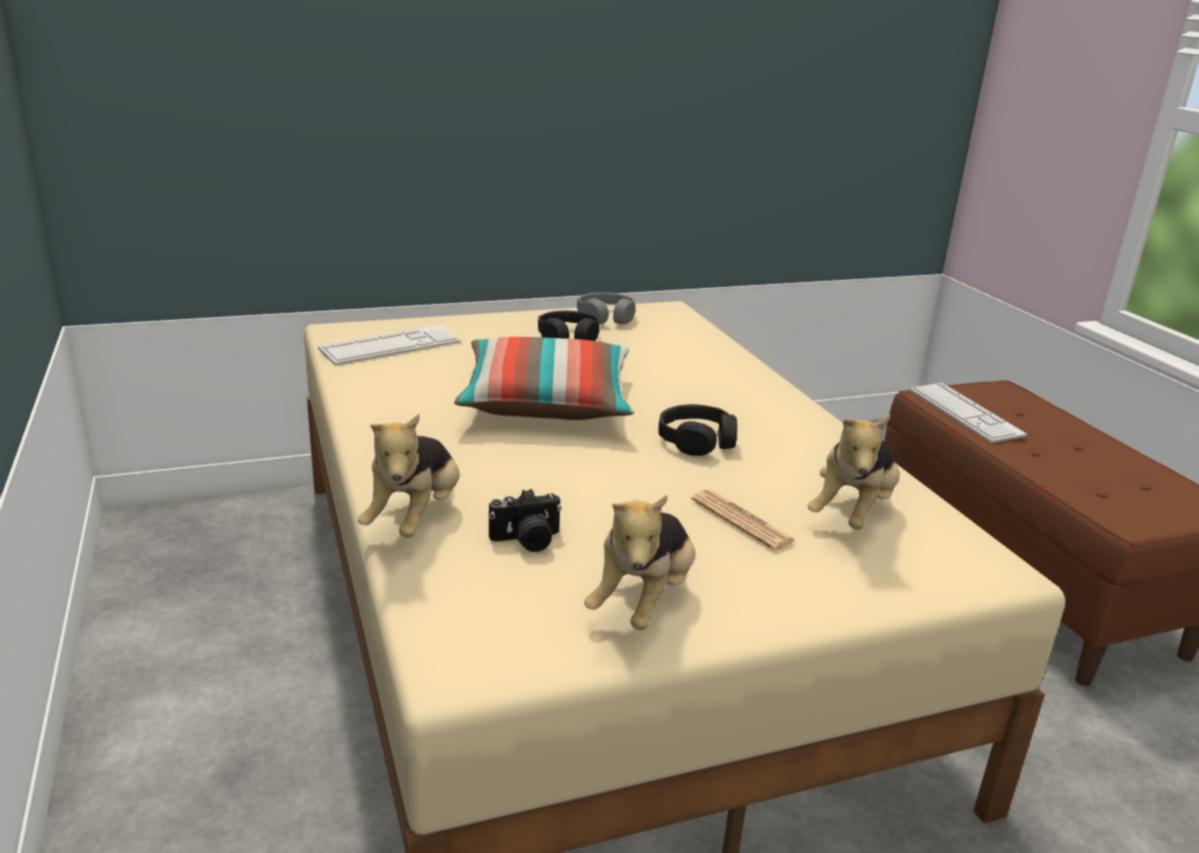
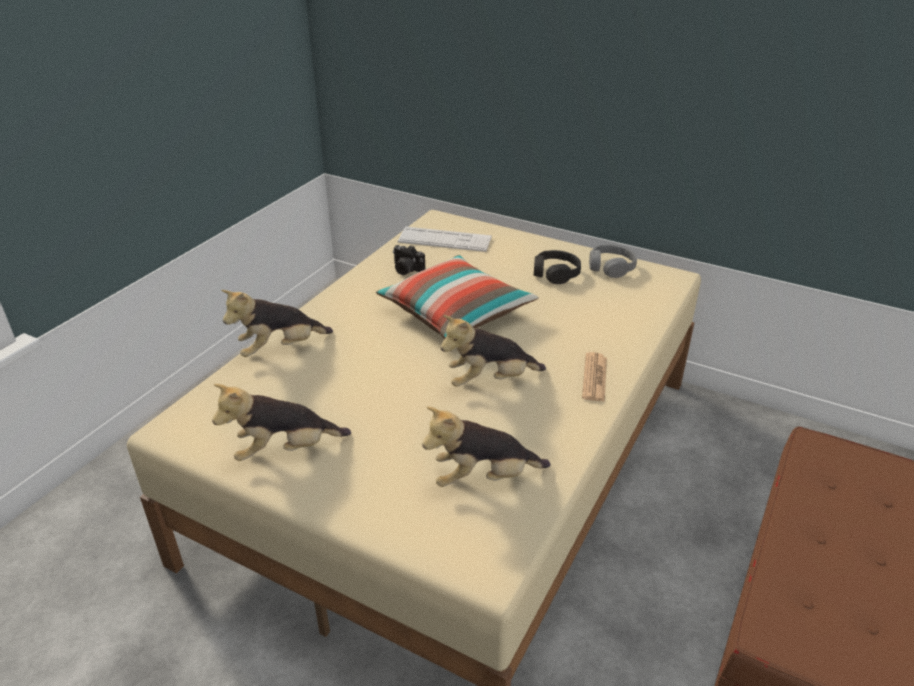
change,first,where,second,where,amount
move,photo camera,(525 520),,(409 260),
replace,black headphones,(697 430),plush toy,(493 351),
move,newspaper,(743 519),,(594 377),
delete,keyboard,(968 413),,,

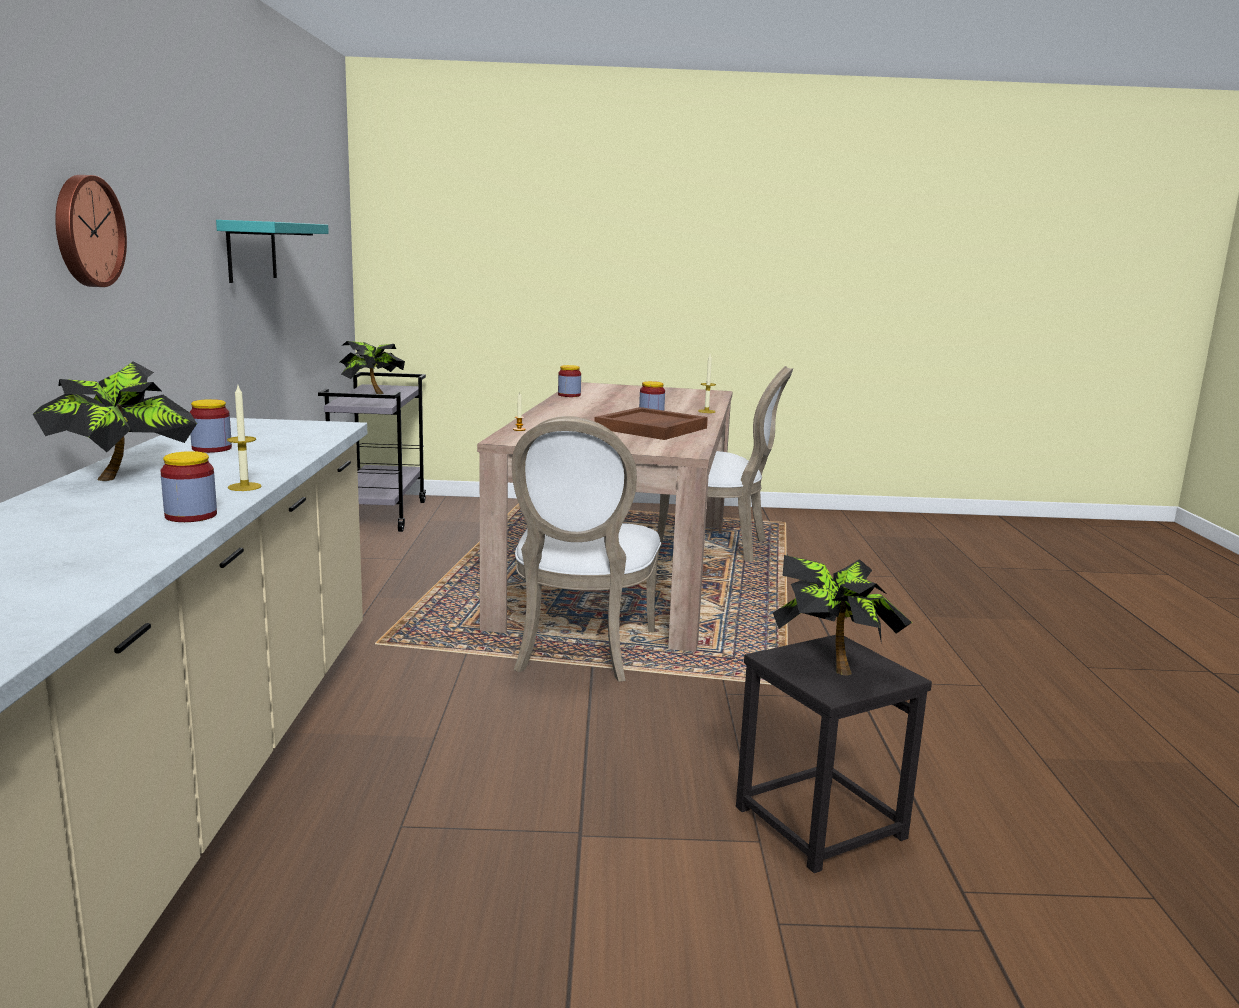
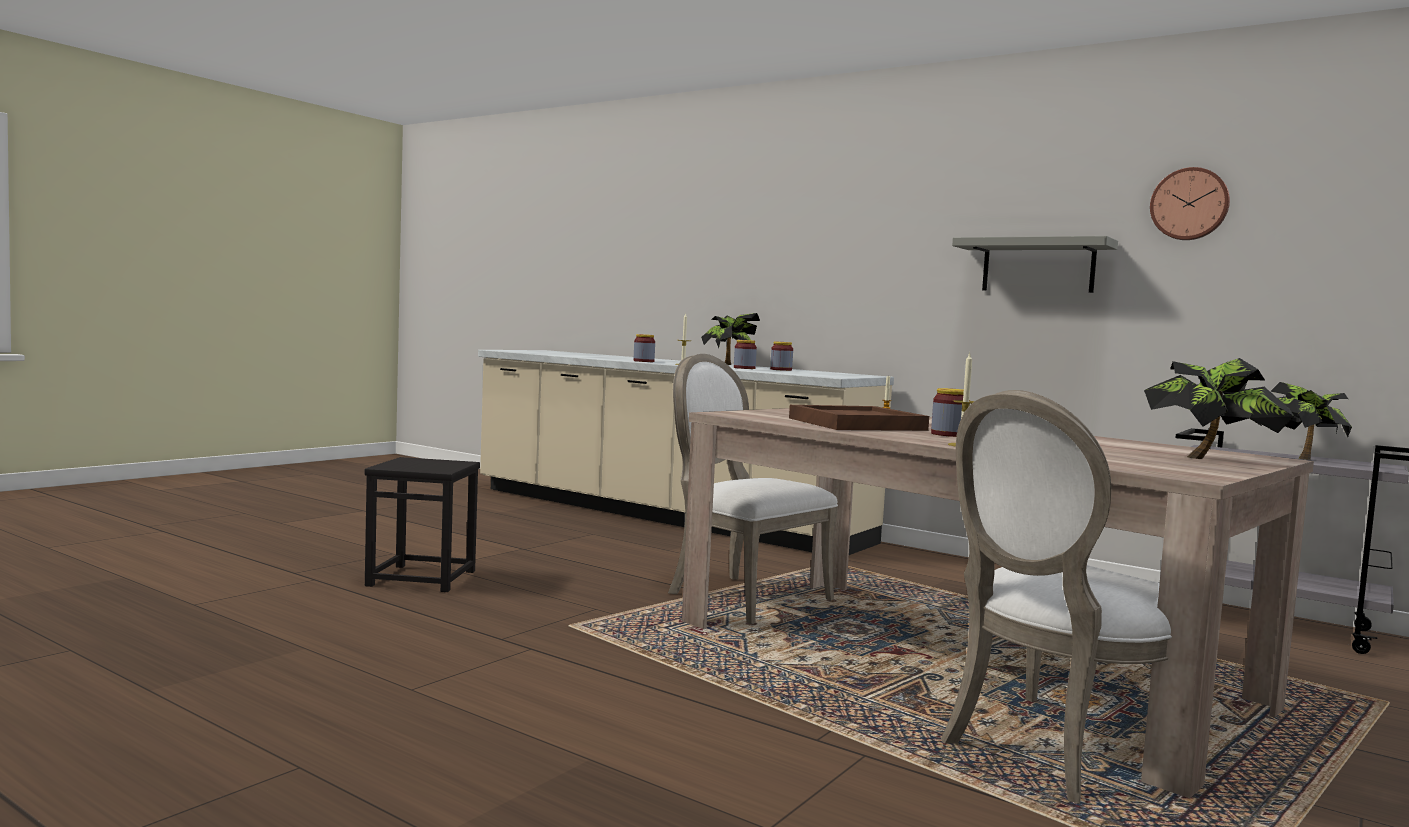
change,first,where,second,where,amount
move,wall clock,(91 231),,(1190 203),
recolor,turquoise shelf,(272 251),grey shelf,(1035 264),
move,jar,(569 381),,(745 354),
move,potted plant,(842 615),,(1219 408),

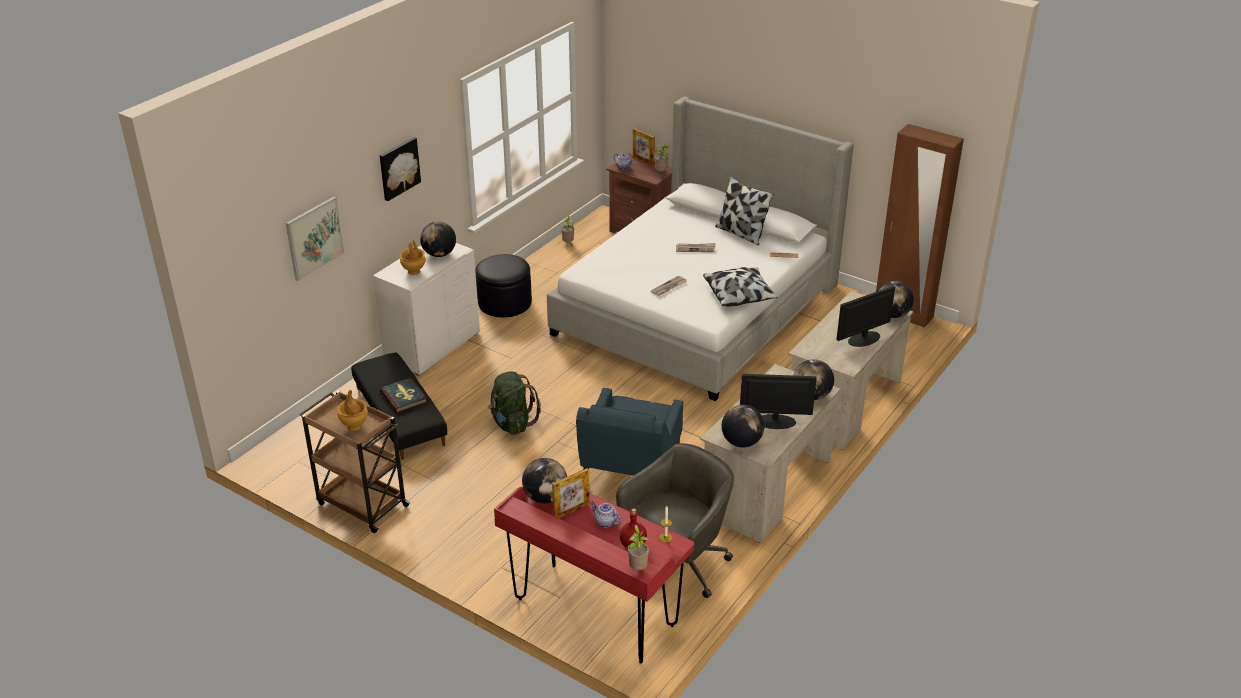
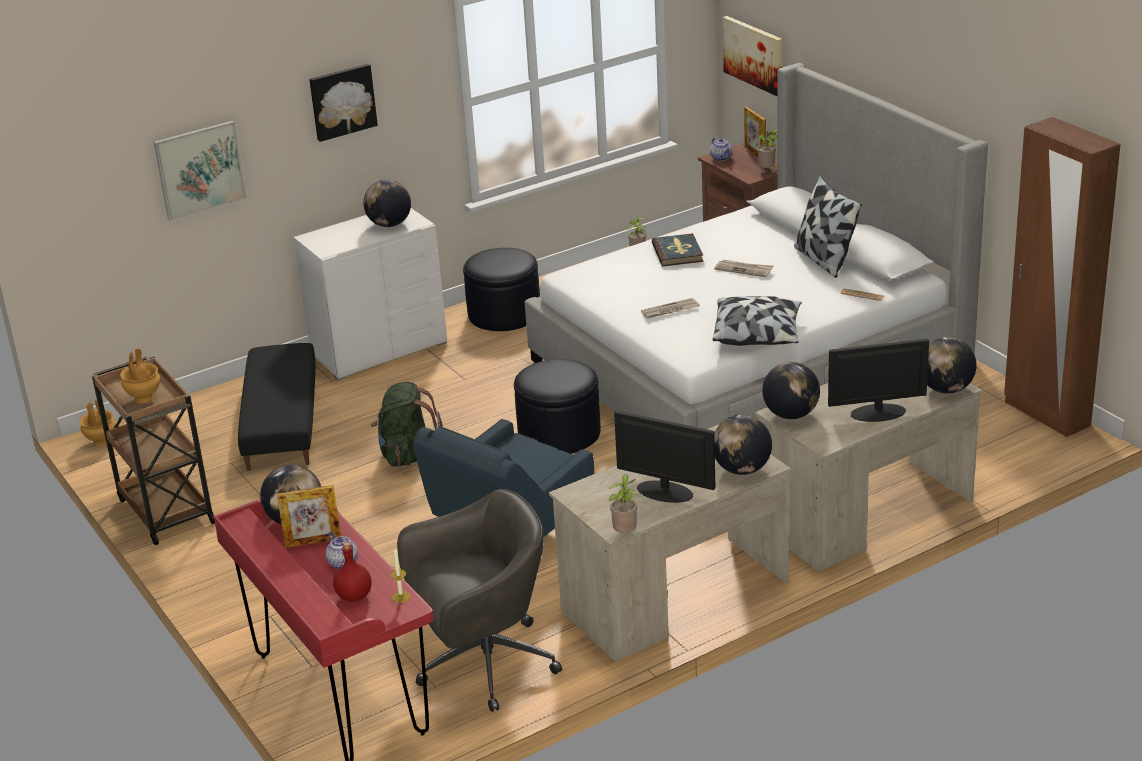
change,first,where,second,where,amount
move,book,(404 395),,(678 249),
move,brown vase,(413 257),,(97 423),
move,potted plant,(638 547),,(623 503),
move,globe,(743 426),,(791 390),
insert,,,black ottoman,(557 406),
insert,,,picture,(752 56),

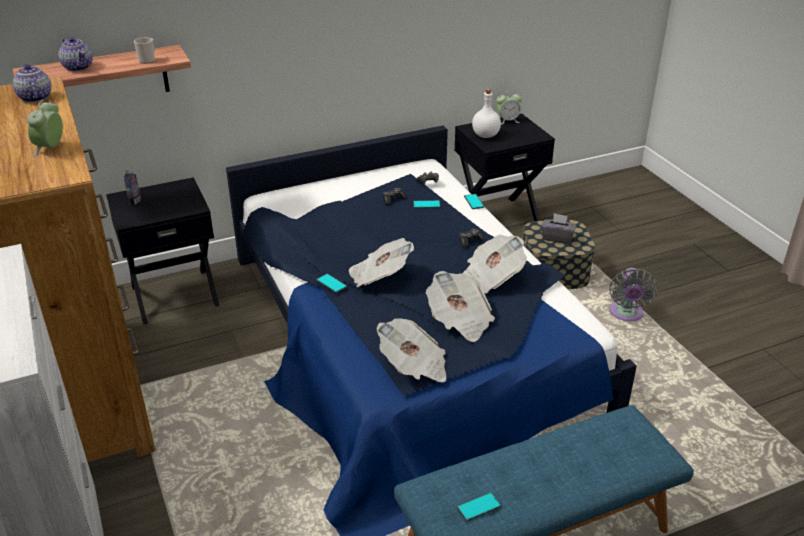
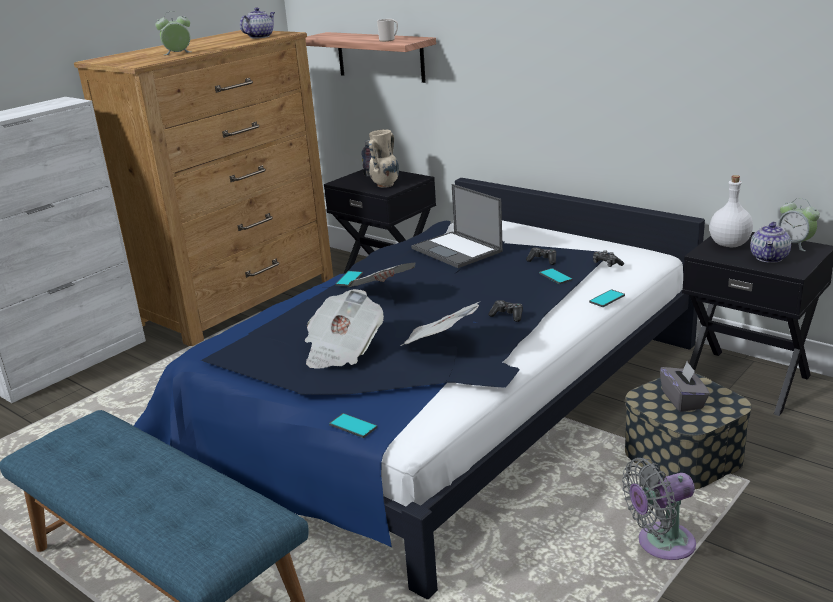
change,first,where,second,where,amount
move,teapot,(75 54),,(770 242),
delete,newspaper,(411 350),,,
move,phone,(478 507),,(353 425),
insert,,,beige vase,(384 159),
insert,,,laptop,(457 226),

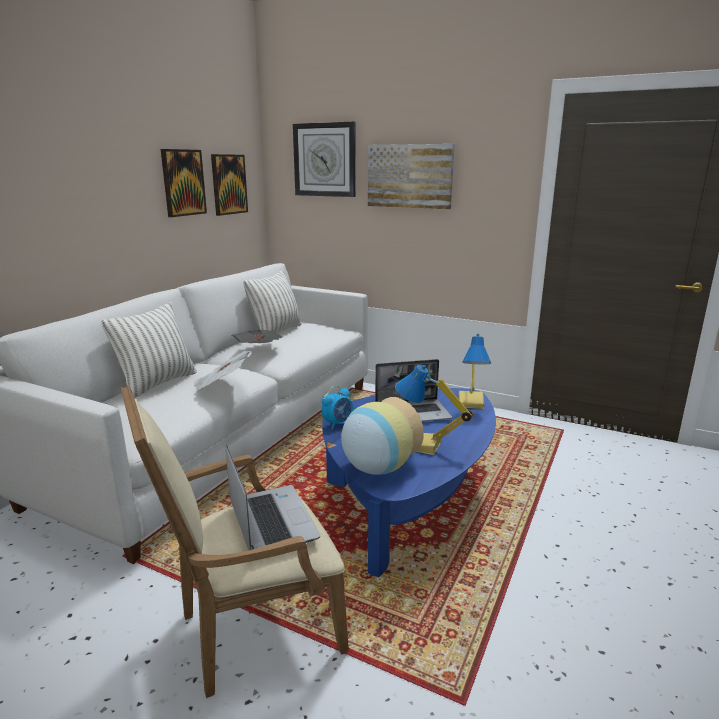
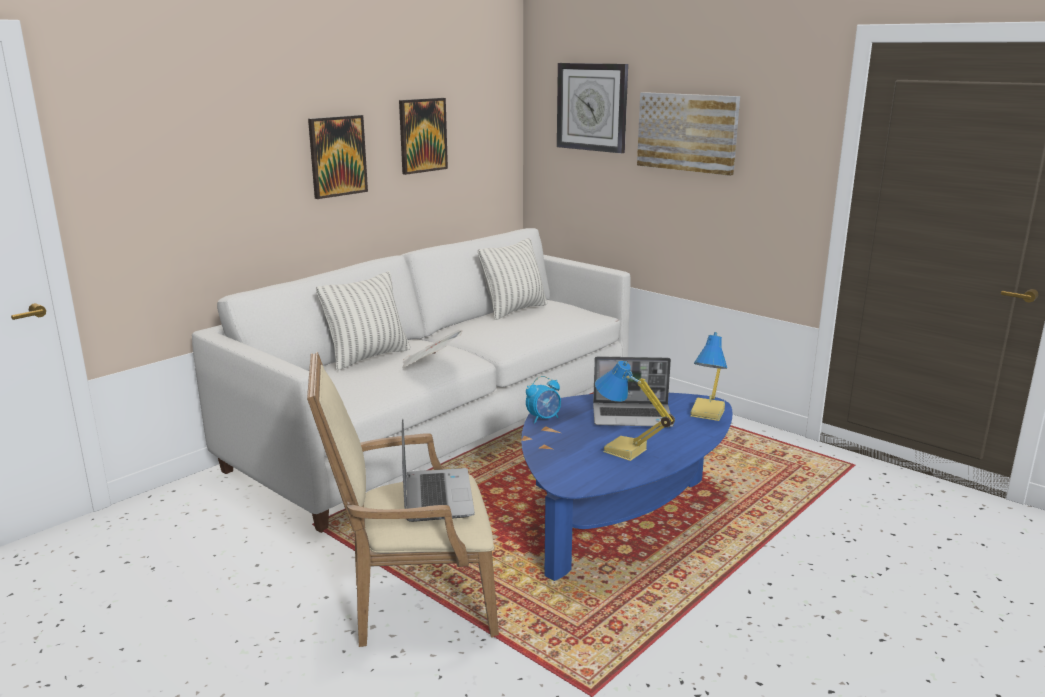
change,first,where,second,where,amount
move,picture,(229 185),,(338 157),
delete,newspaper,(256 336),,,
delete,vase,(382 436),,,

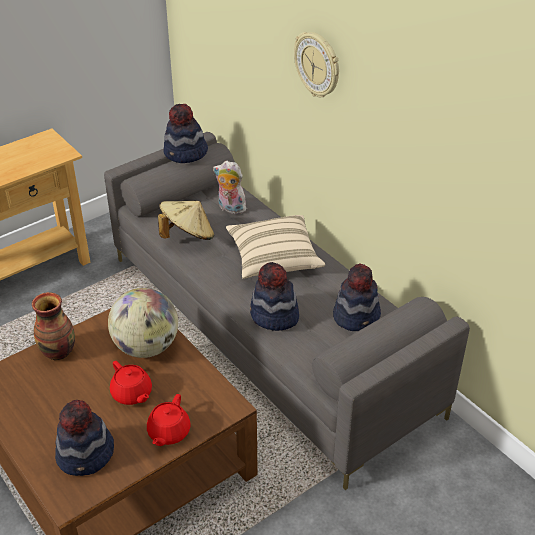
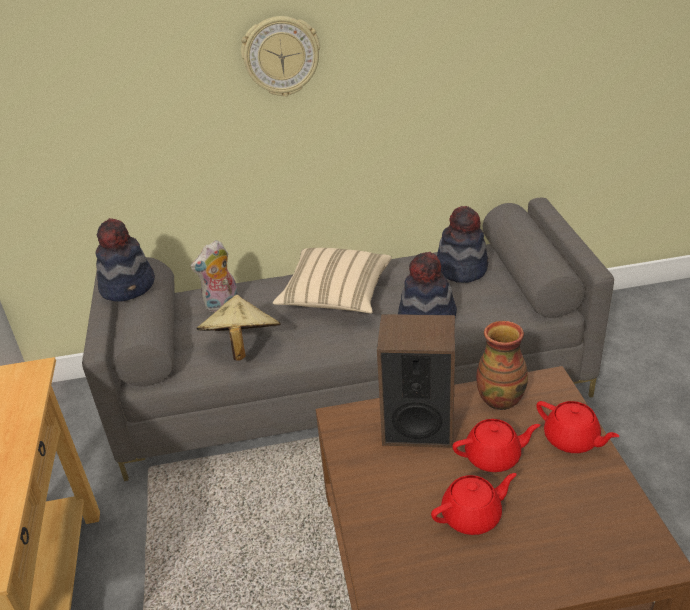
change,first,where,second,where,amount
move,vase,(53 326),,(502 365),
delete,hat,(84 438),,,
replace,globe,(143 323),speaker,(416 381),
insert,,,red teapot,(474 504),

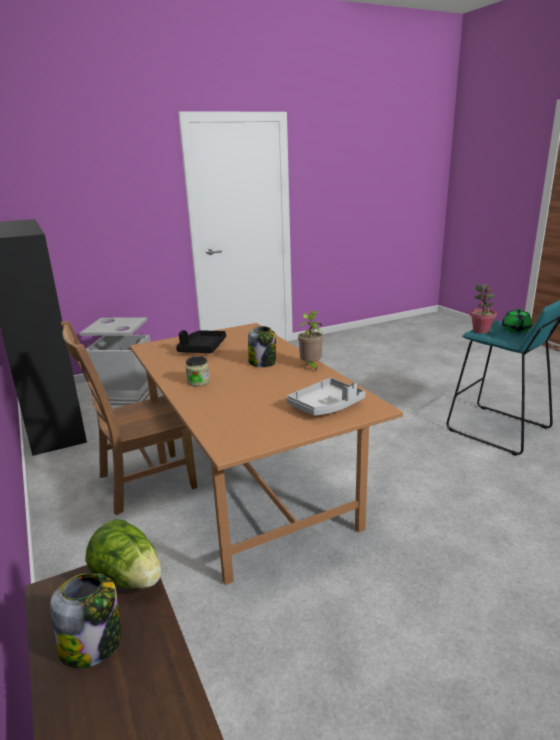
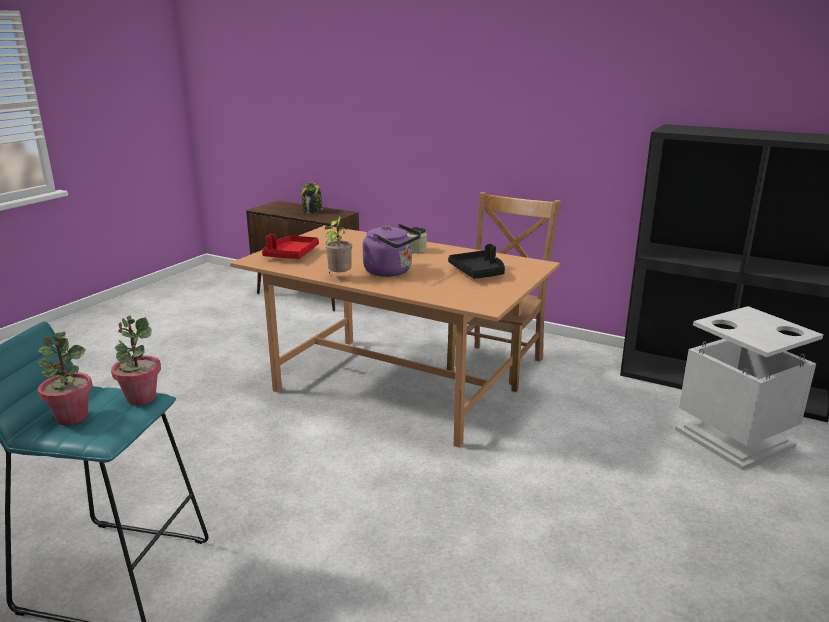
change,first,where,second,where,amount
delete,lettuce,(123 554),,,
replace,jar,(262 346),purple kettle,(392 250),
recolor,grey tray,(326 397),red tray,(290 246),
replace,green teapot,(517 320),potted plant,(65 378),

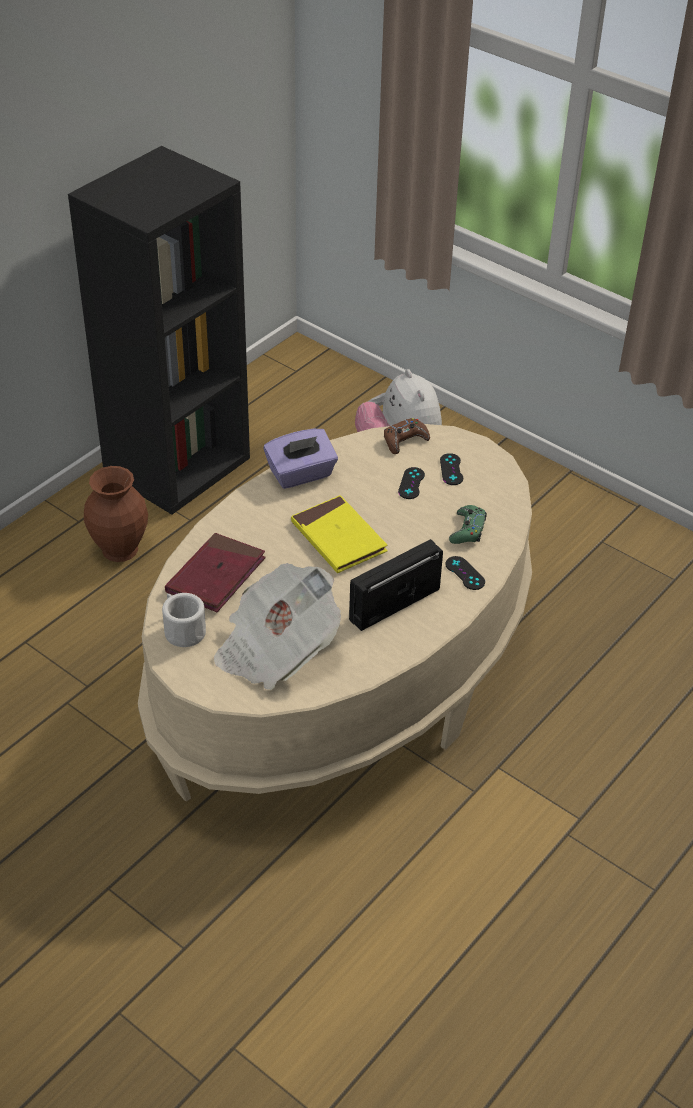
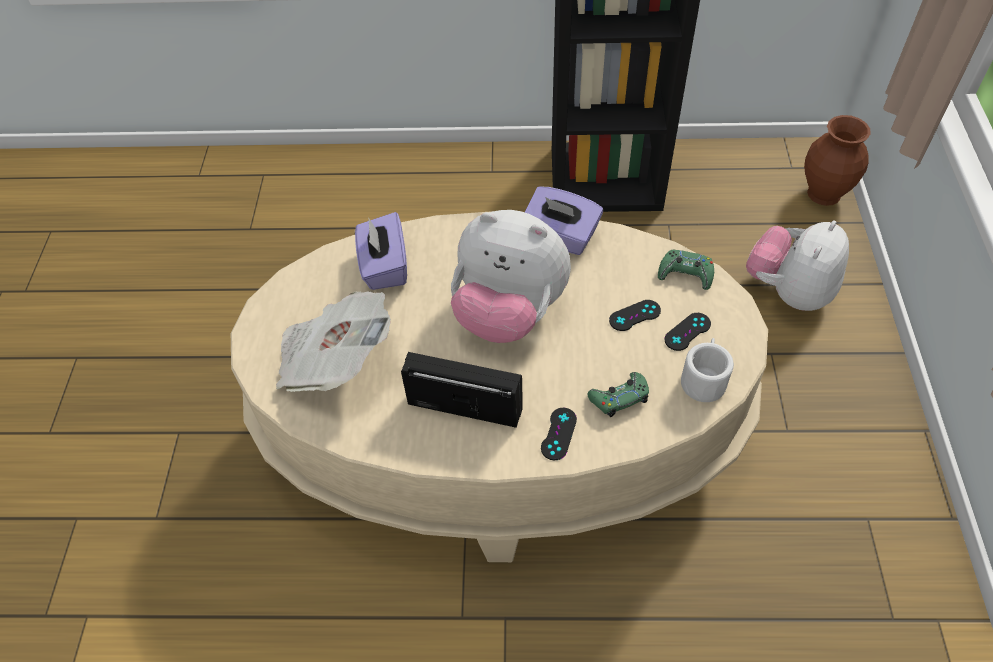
change,first,where,second,where,amount
move,brown vase,(116 514),,(837 160),
move,white mug,(184 620),,(707 370),
replace,red book,(215 572),purple tissue box,(381 251),
replace,yellow book,(339 534),plush toy,(511 276),
recolor,brown game controller,(407 436),green game controller,(686 269),

